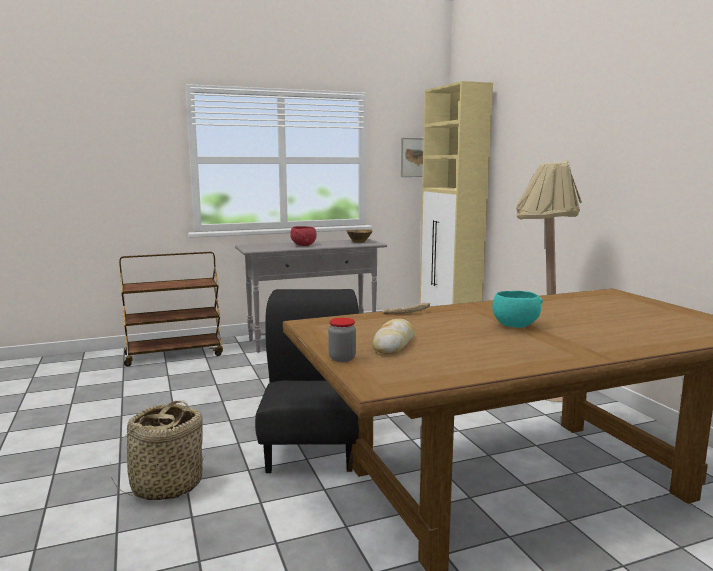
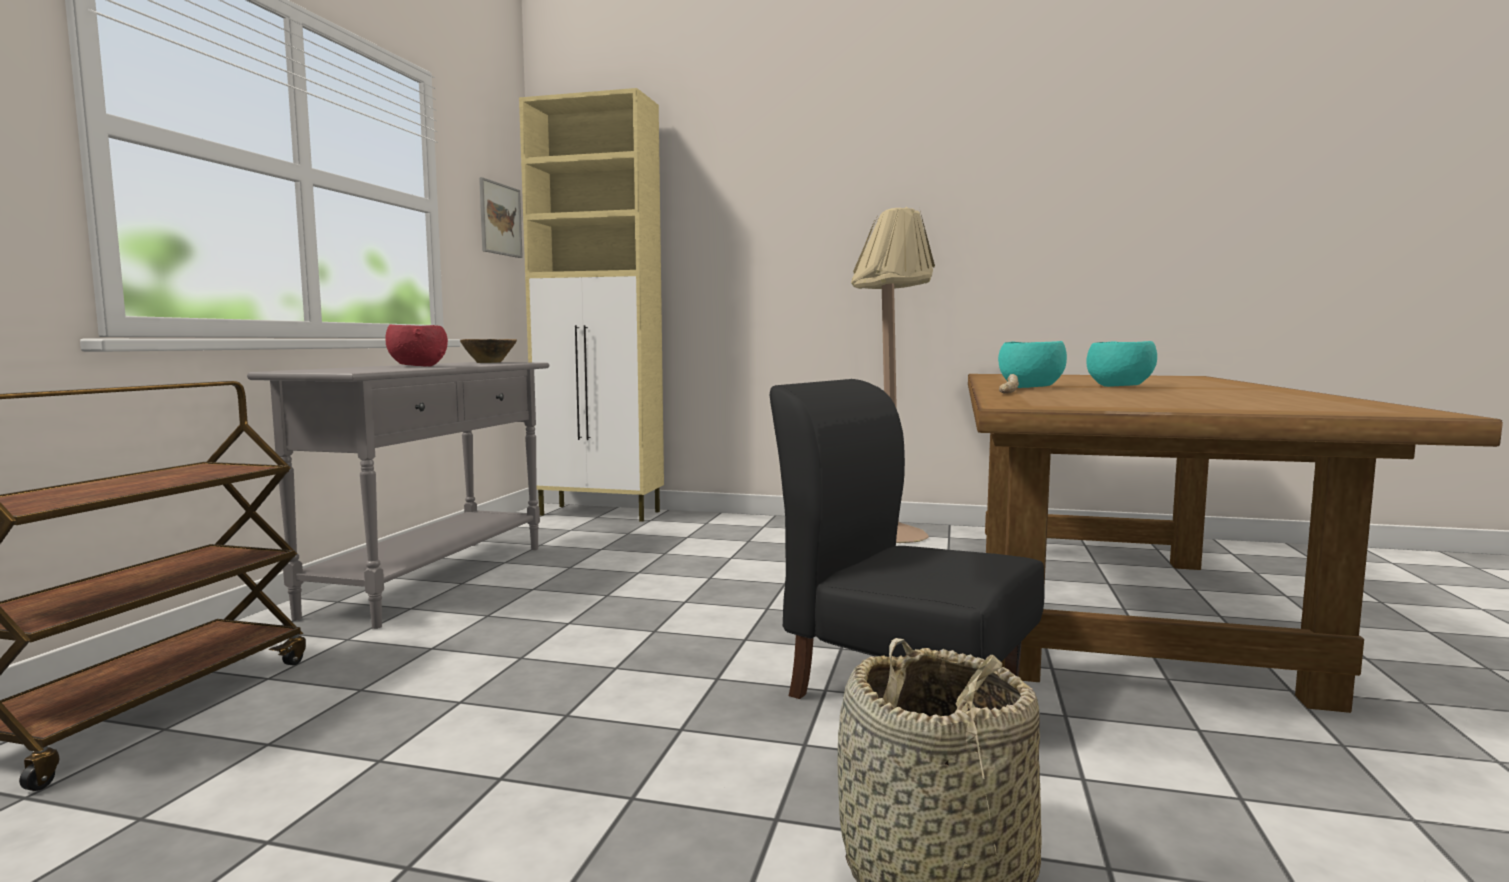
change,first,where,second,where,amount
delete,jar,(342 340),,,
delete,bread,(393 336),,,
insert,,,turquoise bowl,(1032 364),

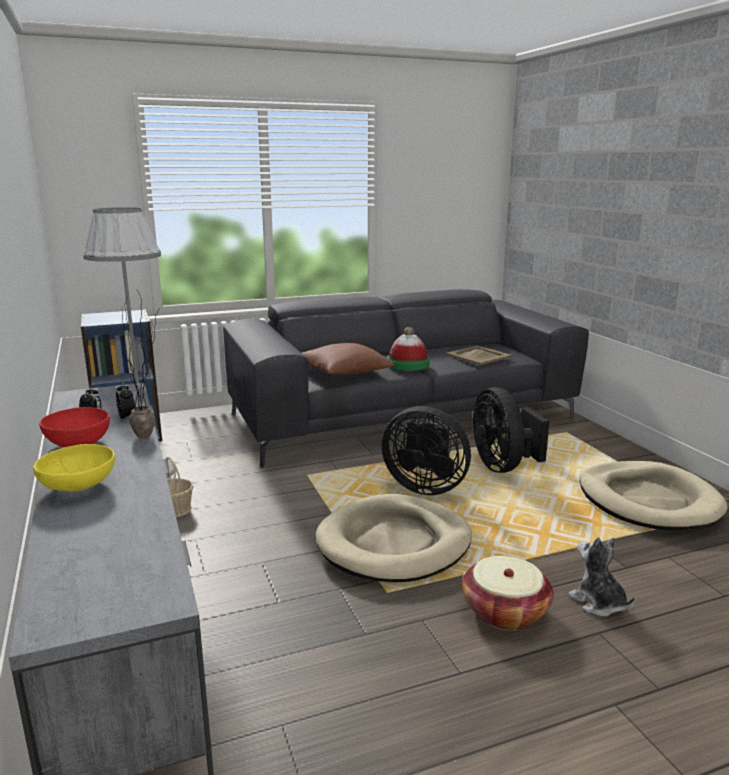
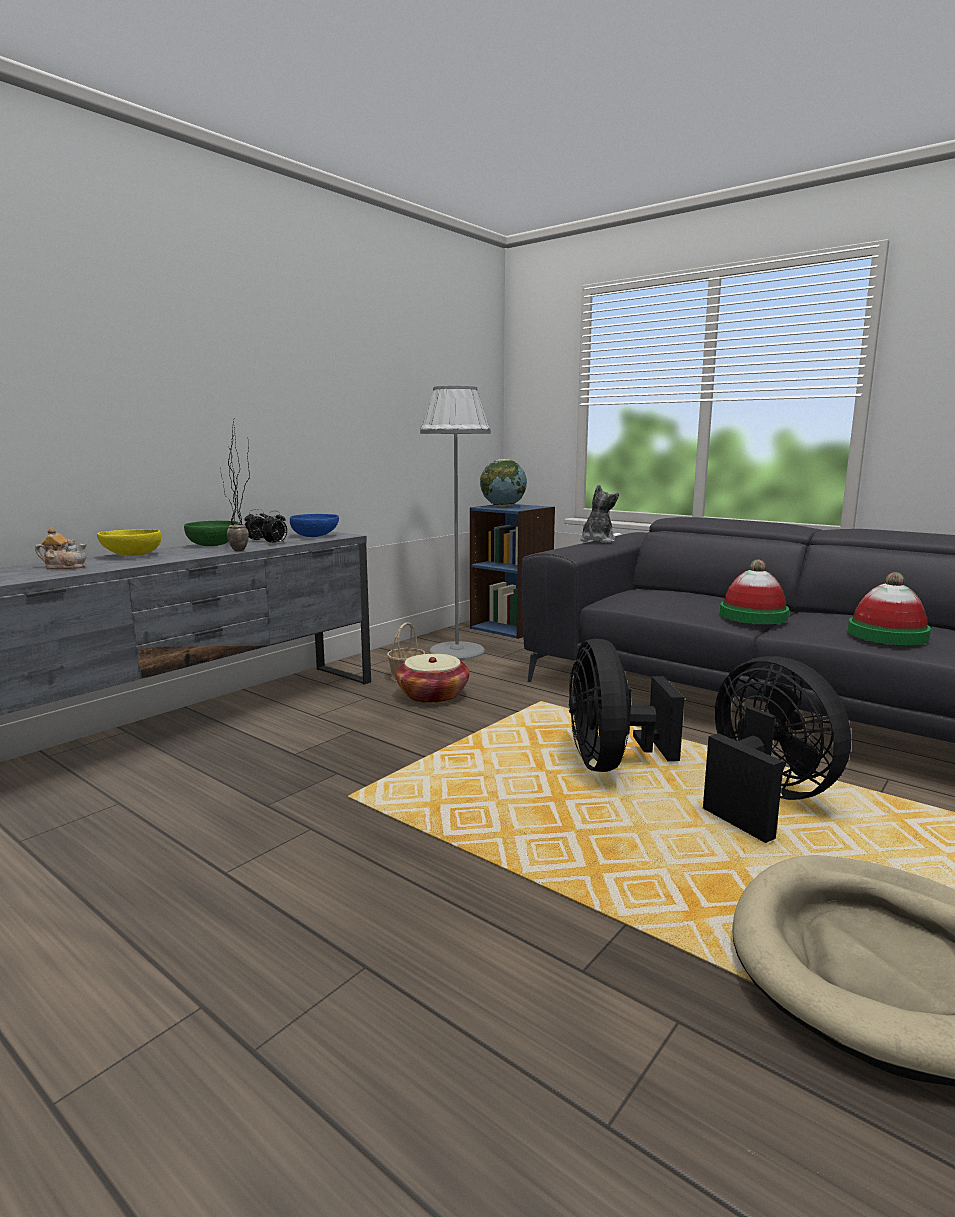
change,first,where,second,where,amount
recolor,red bowl,(74 427),green bowl,(211 533),
delete,brown pillow,(348 359),,,
delete,beige dog bed,(393 538),,,
replace,beige tray,(479 355),hat,(889 608),
move,basket,(508 593),,(432 679),
rotate,black fan,(511 430),,(777 749),105 degrees clockwise
move,plush toy,(601 576),,(599 513),
insert,,,teapot,(61 548),
insert,,,blue bowl,(314 525),
insert,,,globe,(503 483),

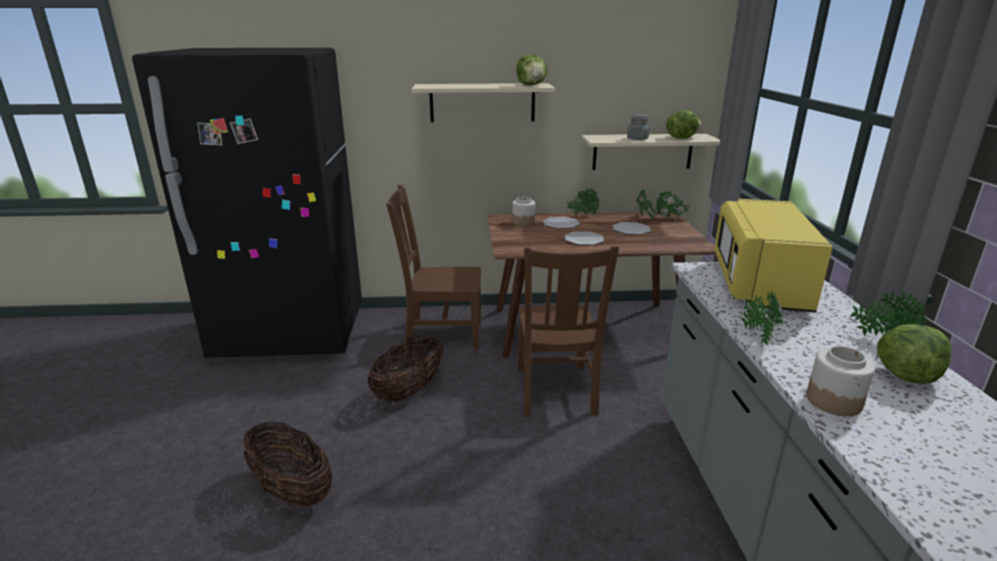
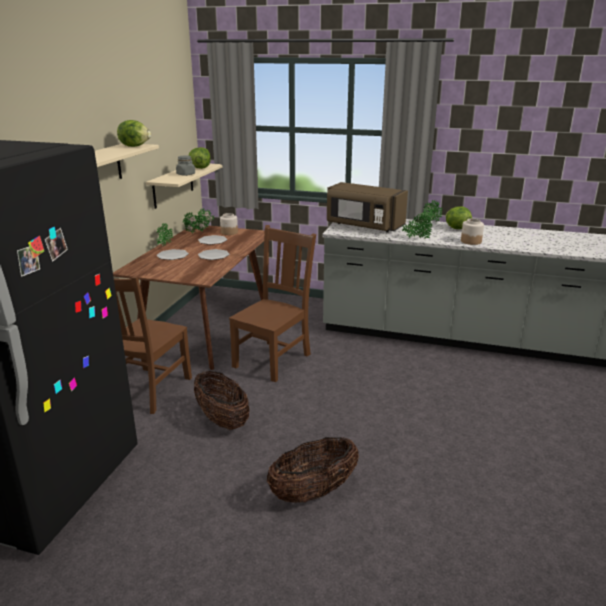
change,first,where,second,where,amount
move,jar,(523 211),,(229 224),
rotate,brown chair,(568 331),,(272 303),75 degrees counterclockwise
recolor,yellow microwave,(773 256),brown microwave,(367 207),

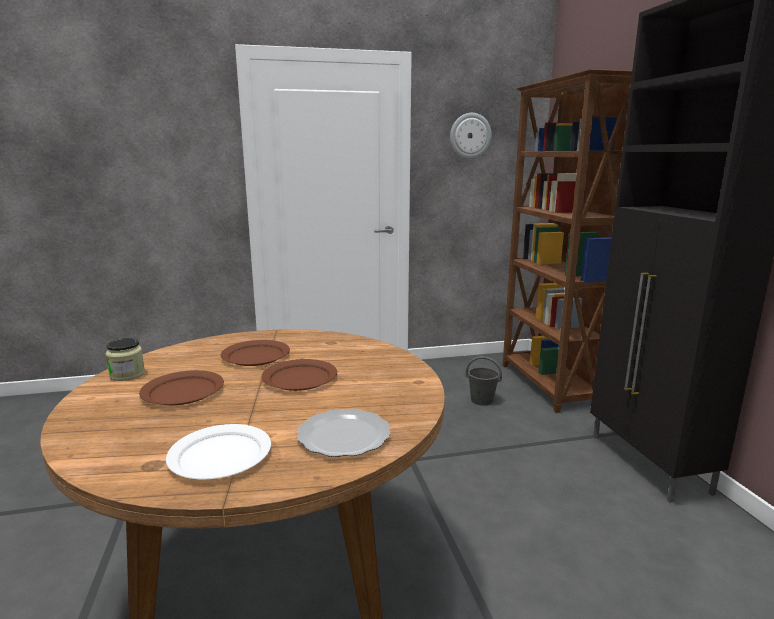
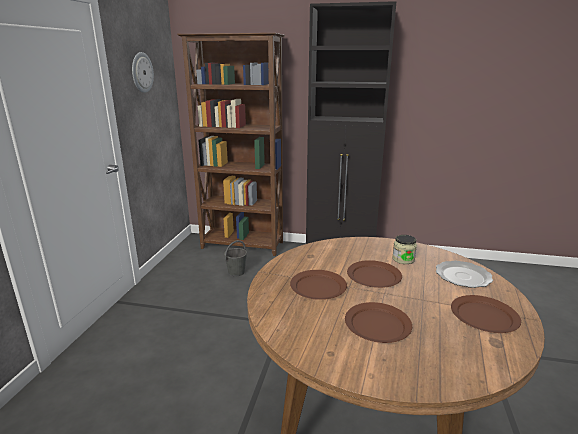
change,first,where,second,where,amount
move,jar,(125 359),,(404 249),
recolor,white plate,(218 451),brown plate,(486 314),

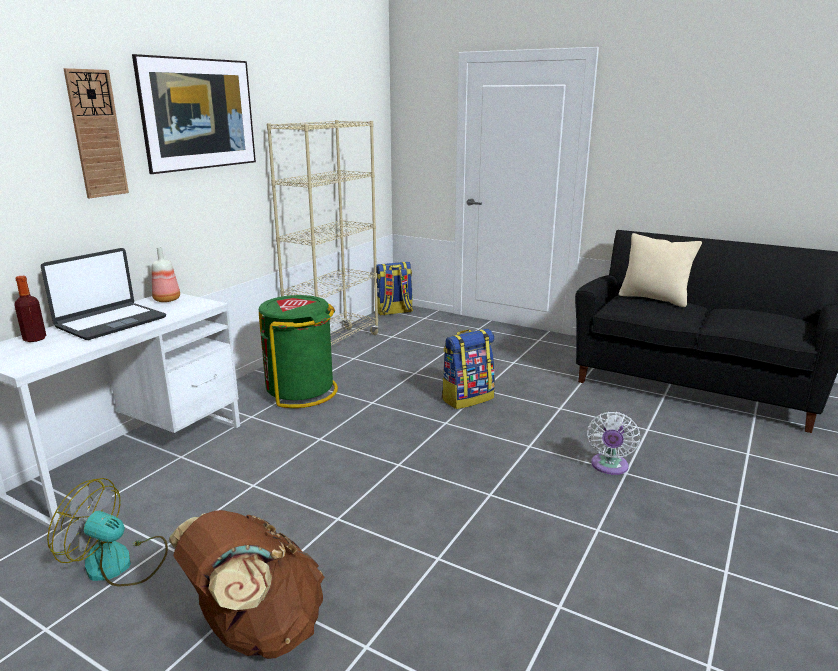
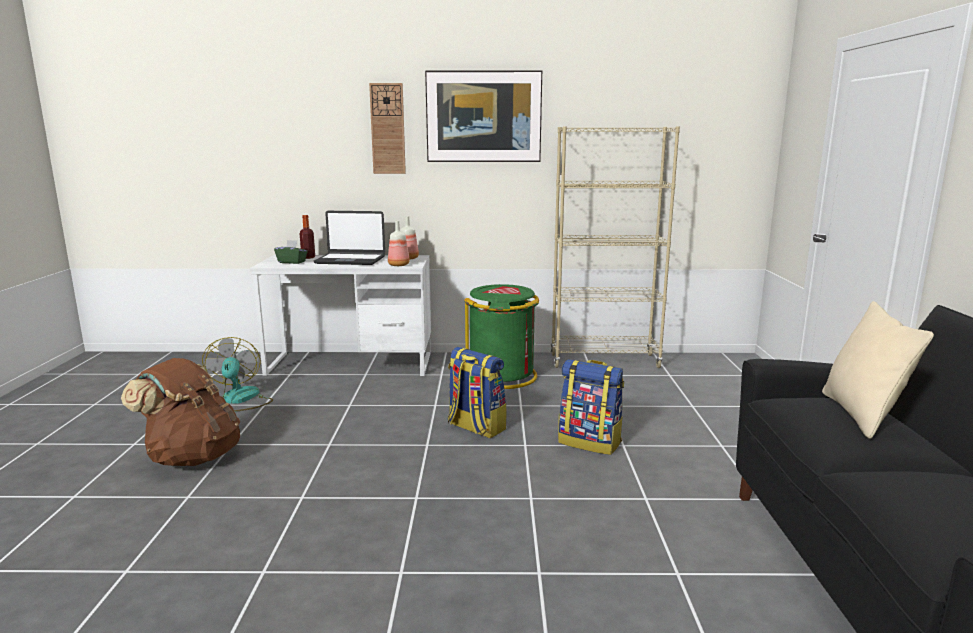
change,first,where,second,where,amount
move,backpack,(395 289),,(477 393),
delete,white fan,(613 443),,,
insert,,,green tissue box,(291 252),
insert,,,bottle,(399 243),

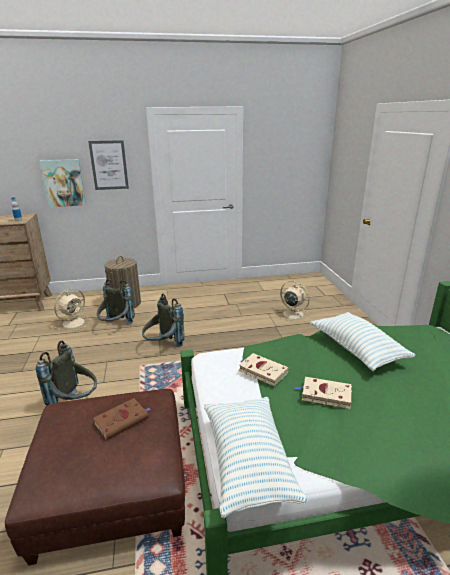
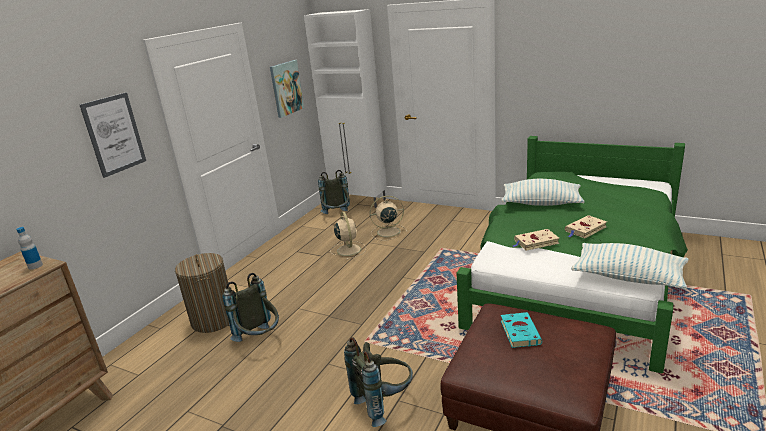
change,first,where,second,where,amount
move,picture,(62 183),,(287 89),
move,beige fan,(72 309),,(348 236),
recolor,brown book,(122 419),turquoise book,(521 330),
move,grey backpack,(163 320),,(334 192),
insert,,,white cabinet,(345 108),

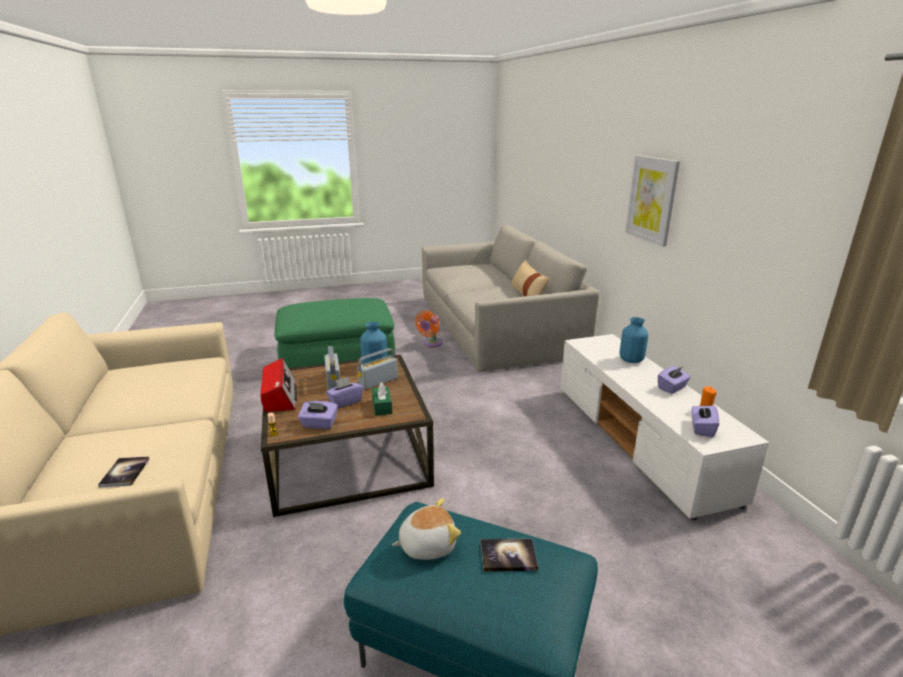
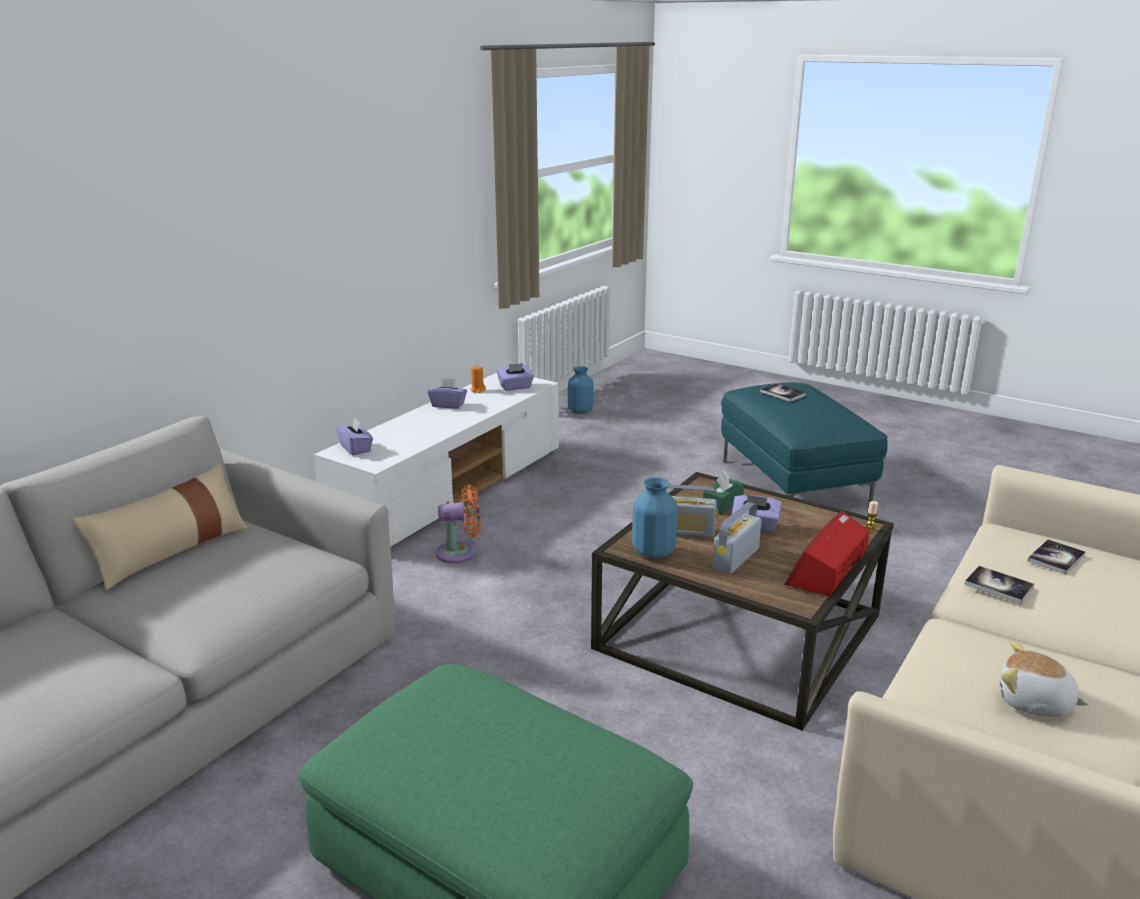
change,first,where,second,where,amount
move,purple tissue box,(318 415),,(354 437),
move,plush toy,(426 529),,(1044 679),
move,orange fan,(429 329),,(458 524),
move,blue vase,(634 340),,(581 390),
delete,picture,(652 201),,,
insert,,,book,(999 585),

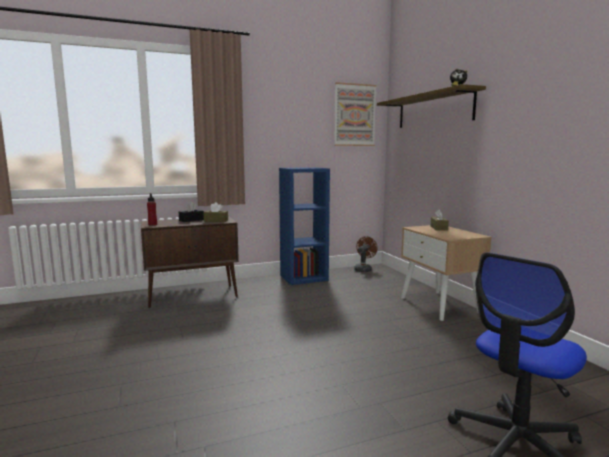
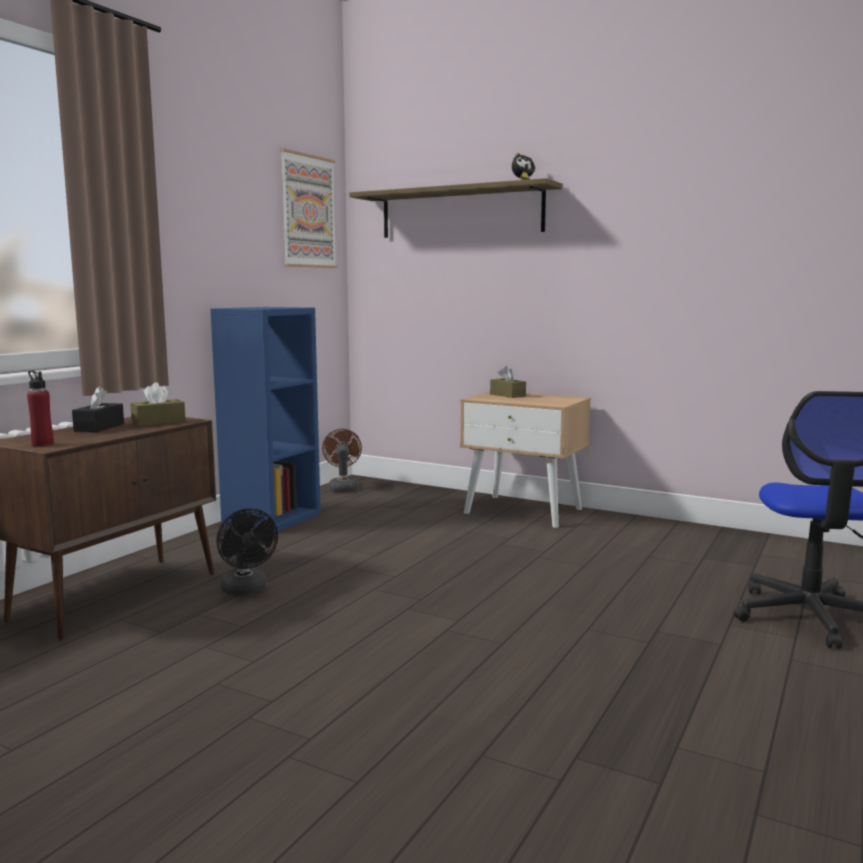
change,first,where,second,where,amount
insert,,,black fan,(247 552),

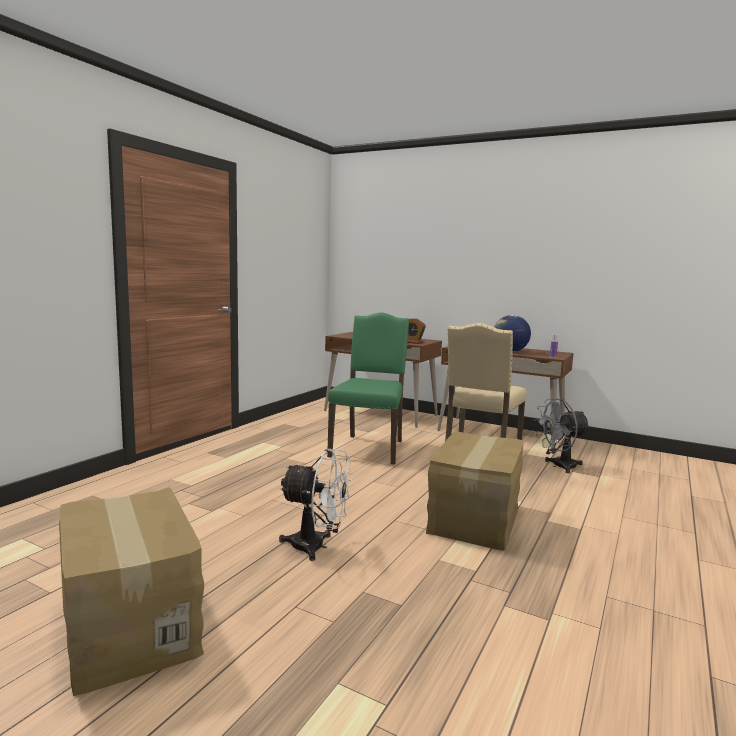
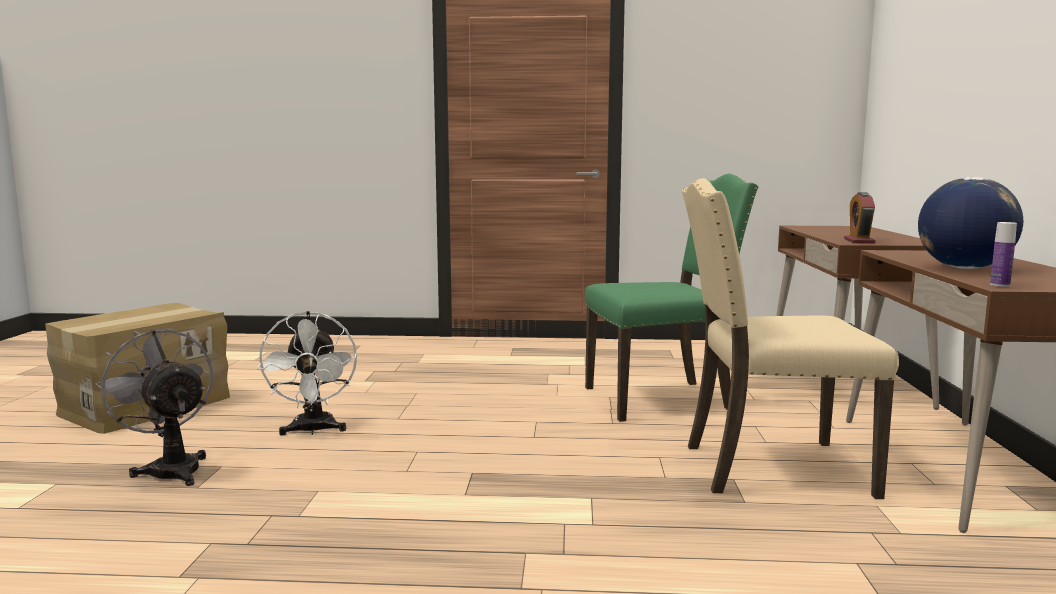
change,first,where,second,where,amount
delete,cardboard box,(475 491),,,
move,grey fan,(562 436),,(154 407),

